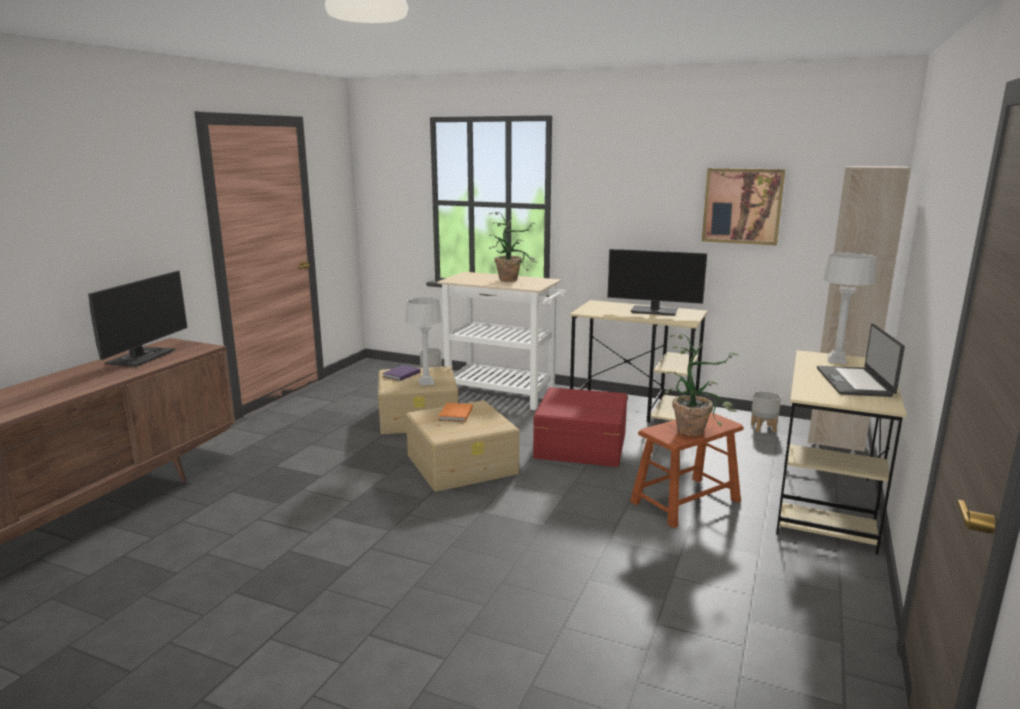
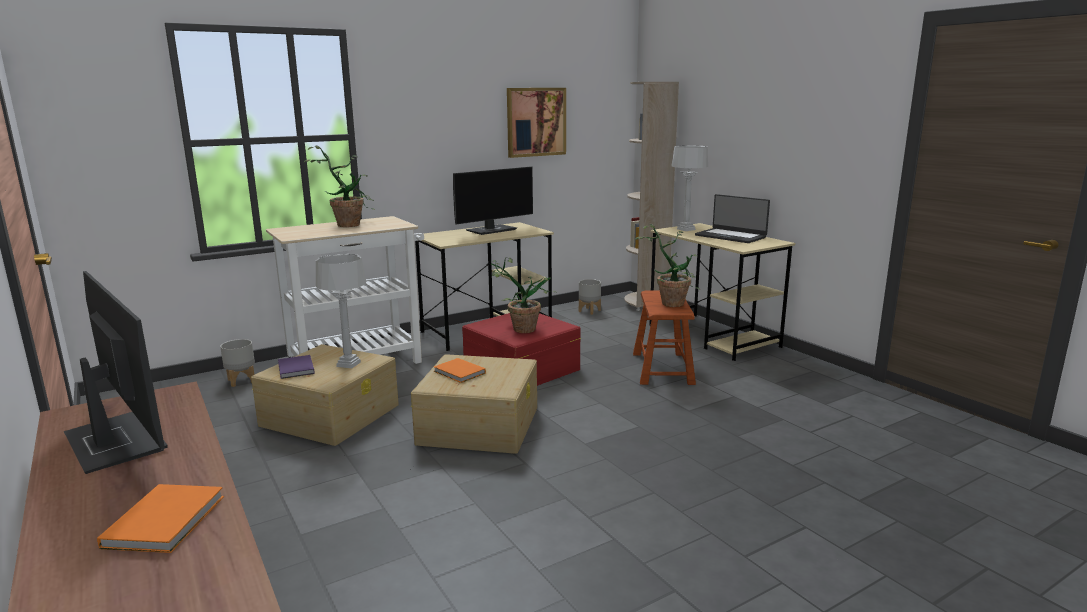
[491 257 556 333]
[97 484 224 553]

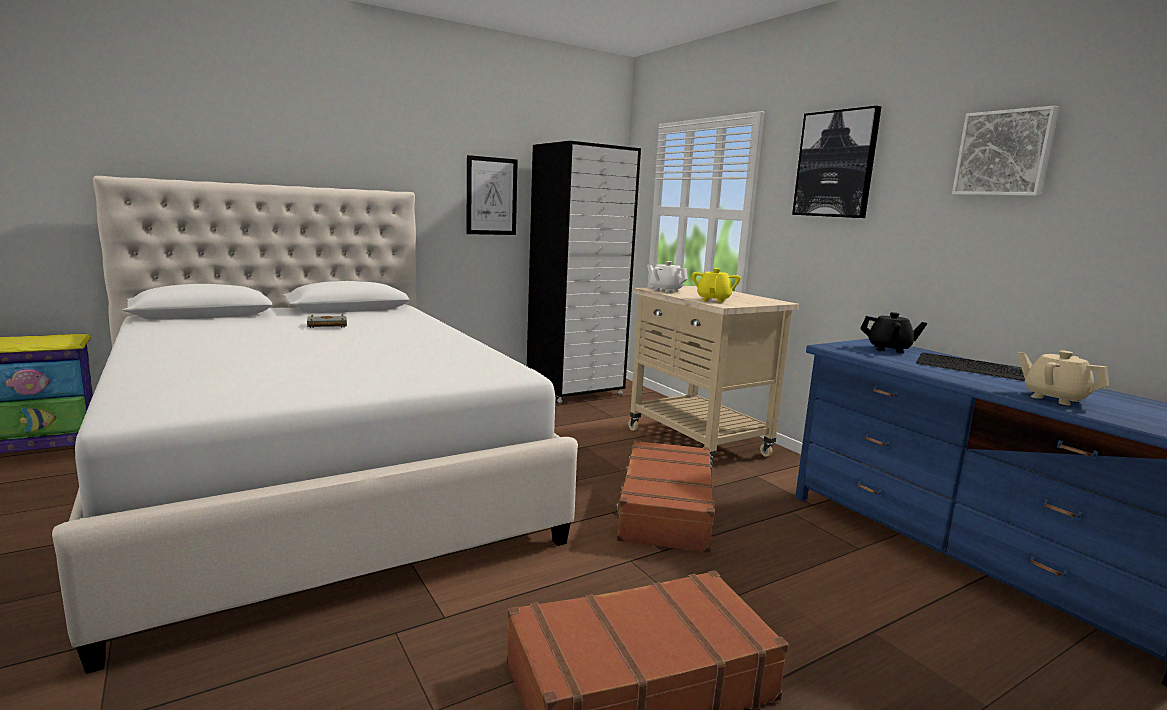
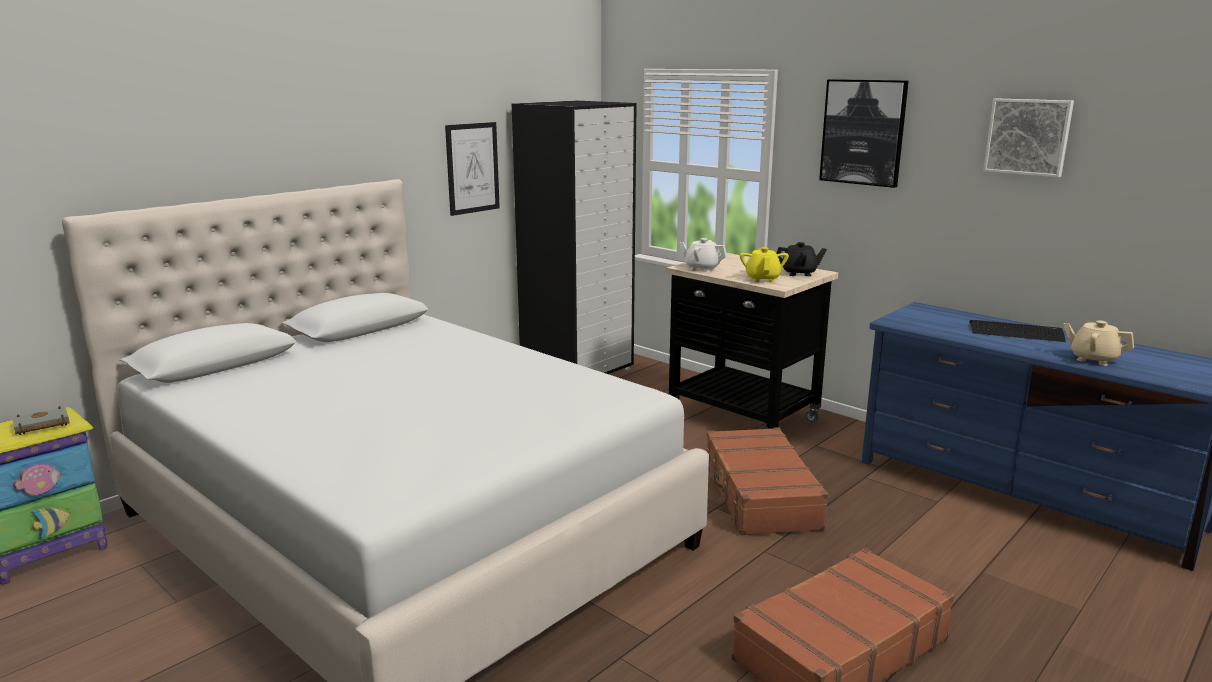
[666 253 838 429]
[776 242 827 276]
[13 406 70 435]

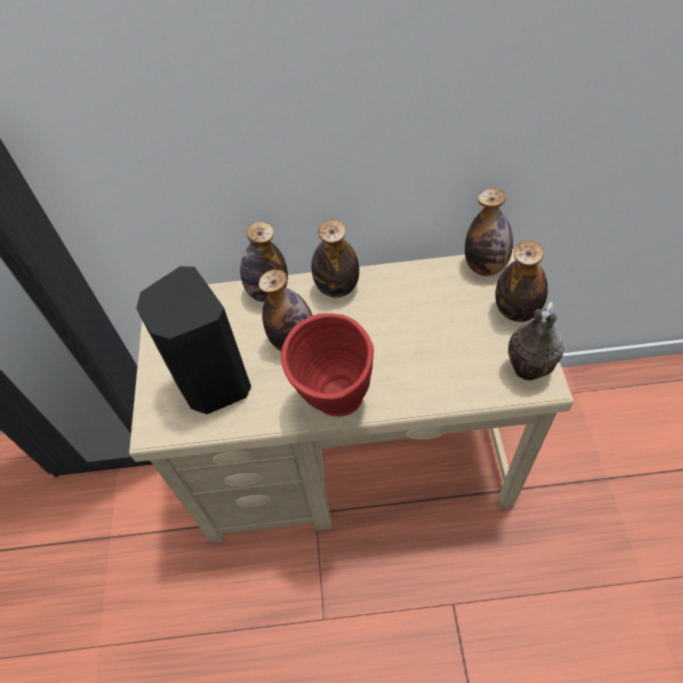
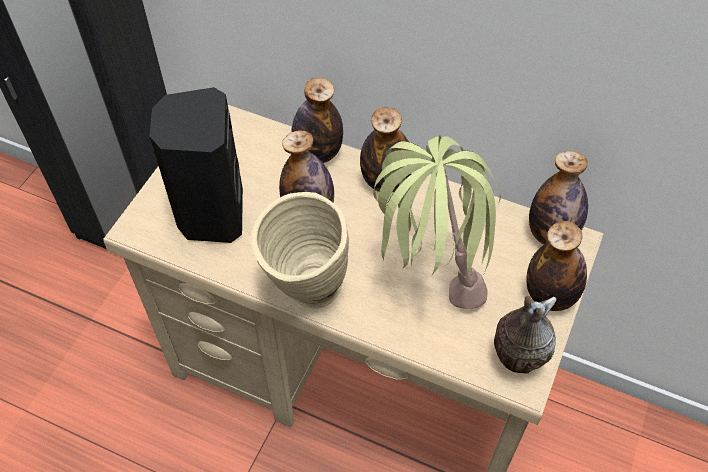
[251 192 349 308]
[373 135 501 309]

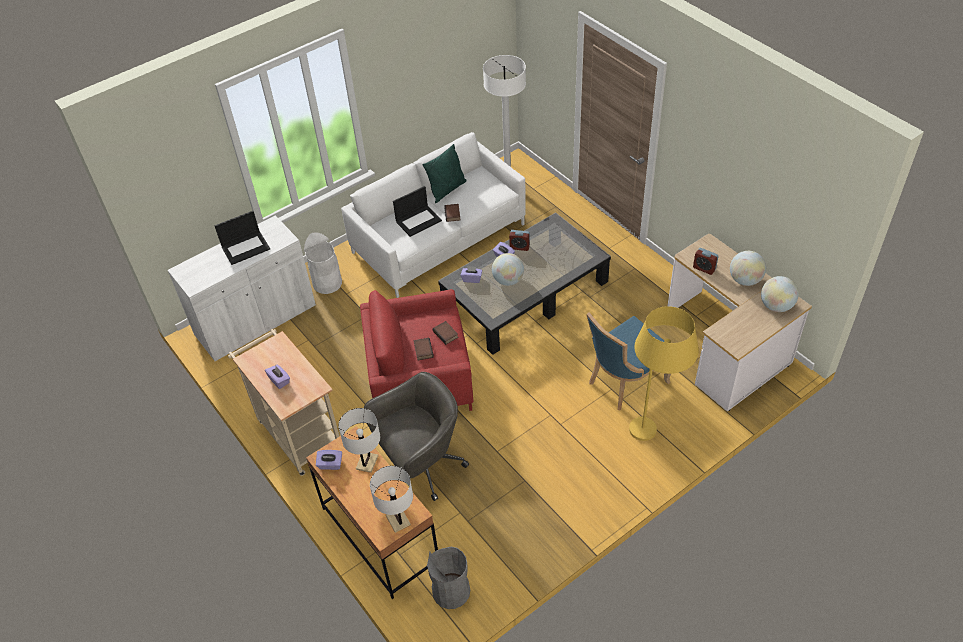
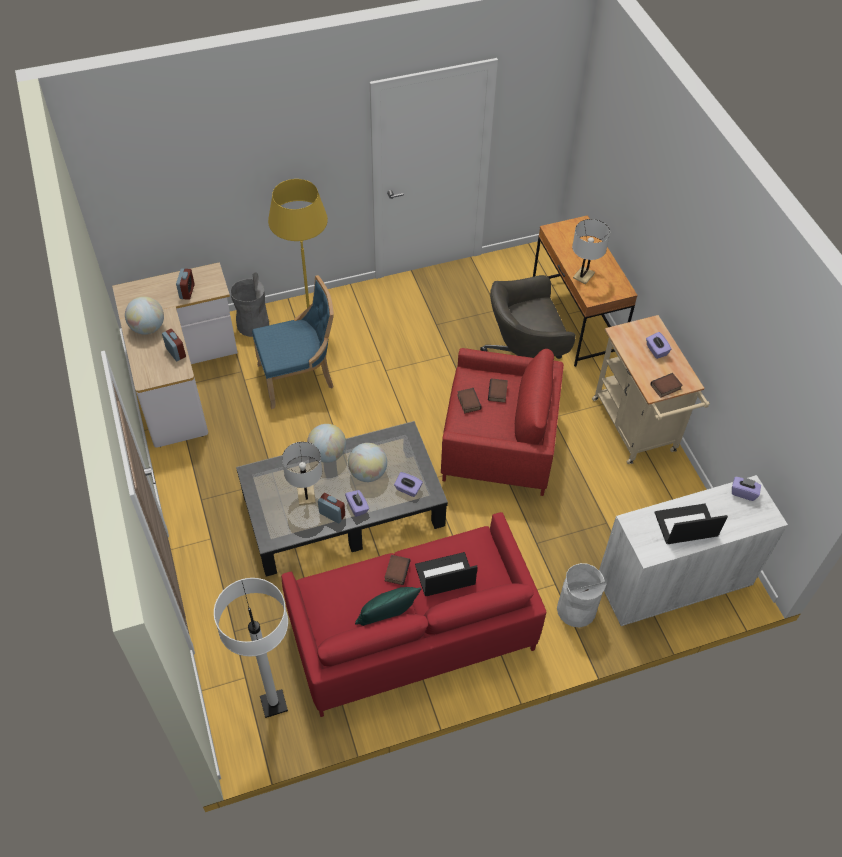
[281 512 547 717]
[307 424 346 463]
[732 477 761 501]
[282 442 322 505]
[230 273 269 337]
[176 268 195 300]
[651 373 683 398]

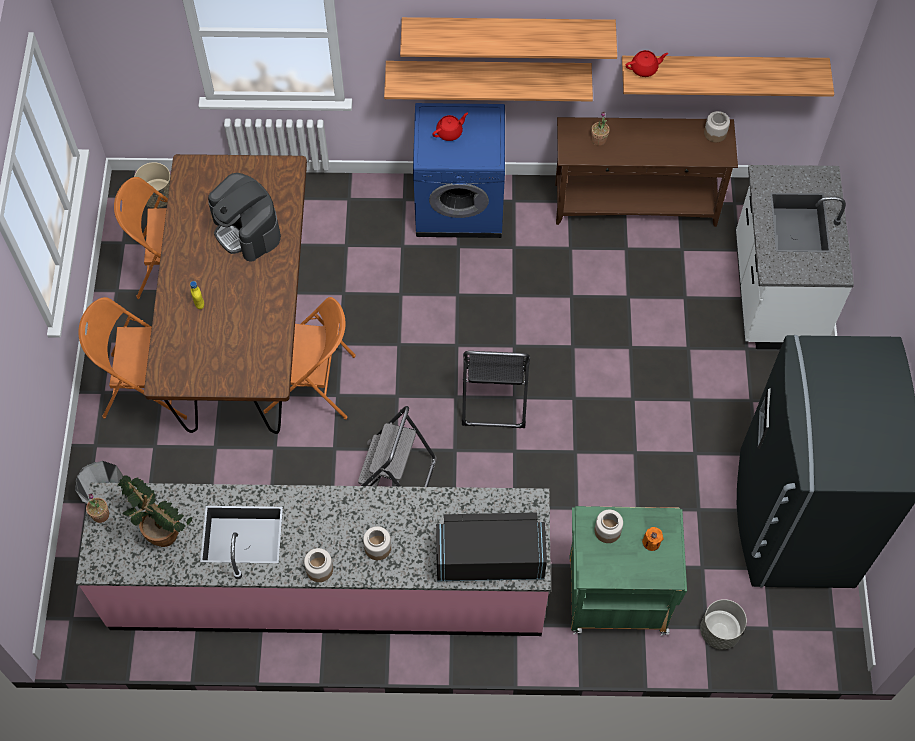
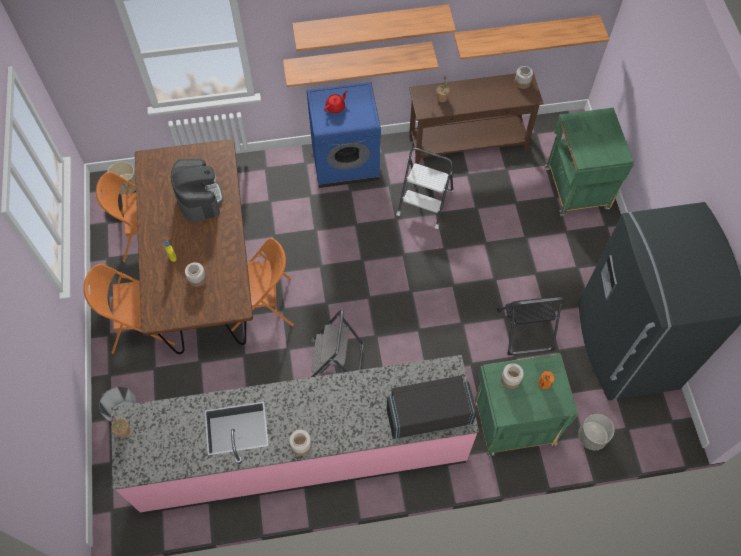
[626 50 668 77] (first image)
[545 108 634 216]
[171 159 223 222]
[497 297 564 356]
[118 475 192 547] (first image)
[185 262 207 287]
[396 148 454 229]

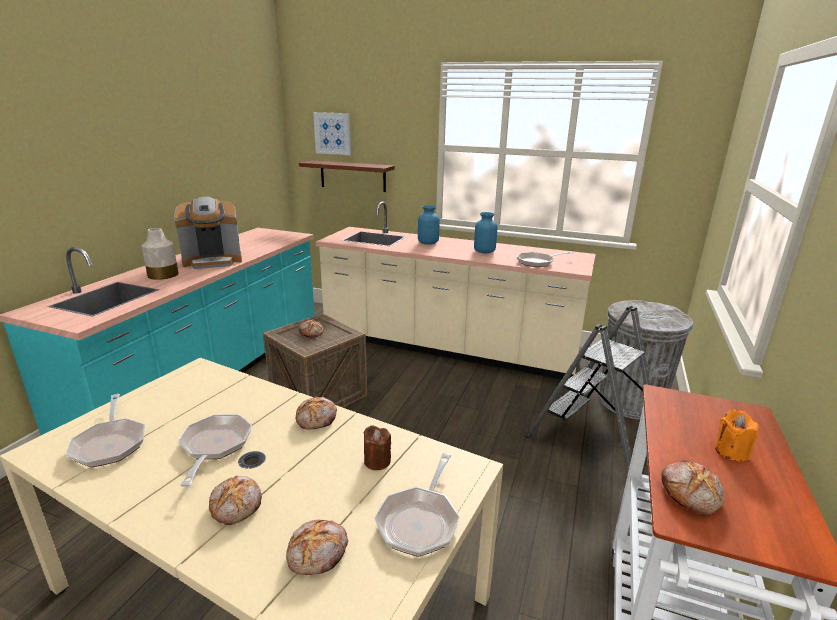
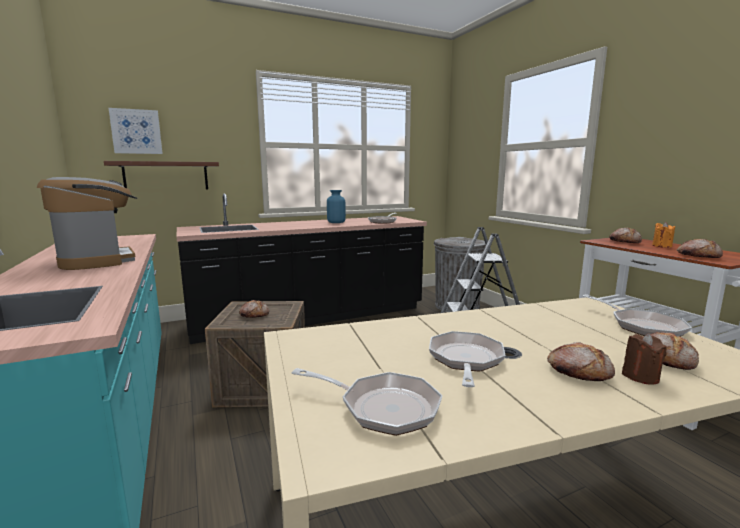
[37 177 137 270]
[176 193 427 344]
[418 205 440 245] (first image)
[142 228 179 280] (first image)
[609 227 642 243]
[429 331 505 387]
[622 334 667 385]

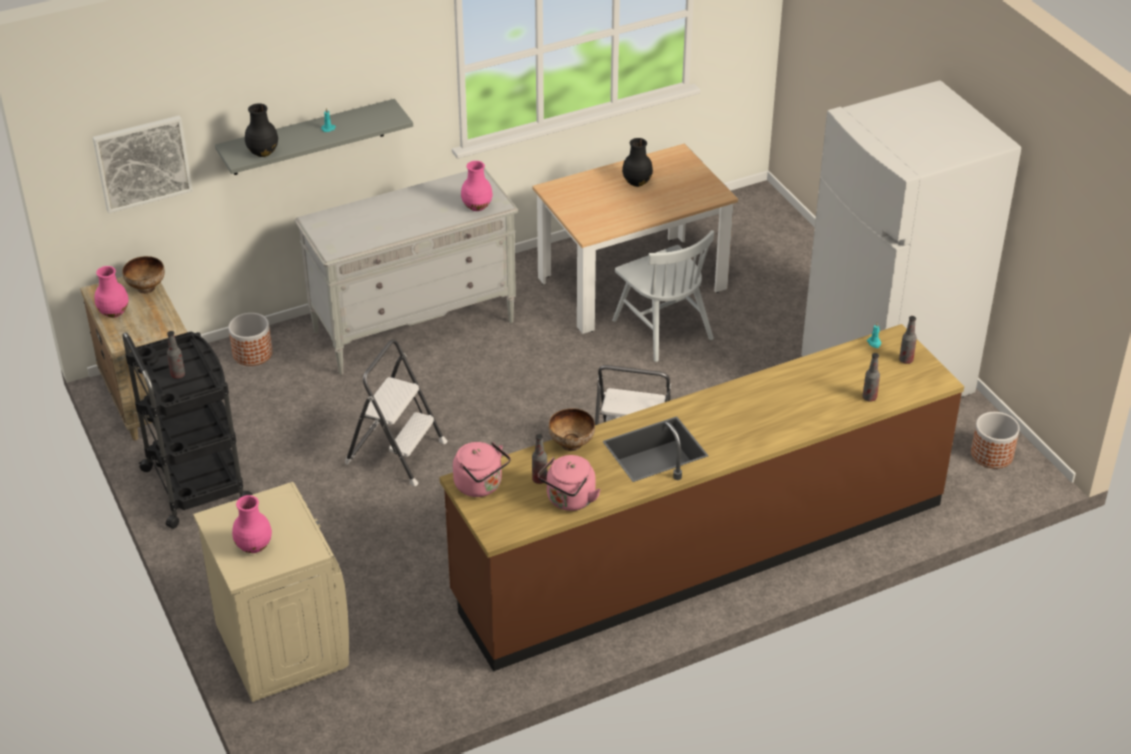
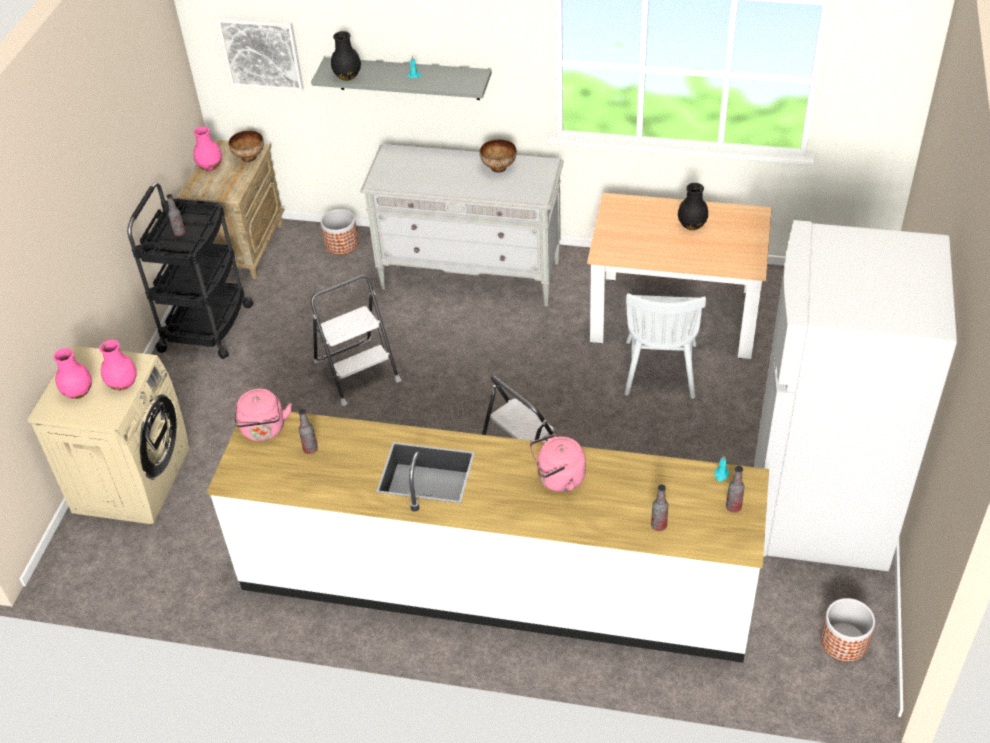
[100 340 137 390]
[207 412 769 663]
[480 139 517 173]
[530 434 586 492]

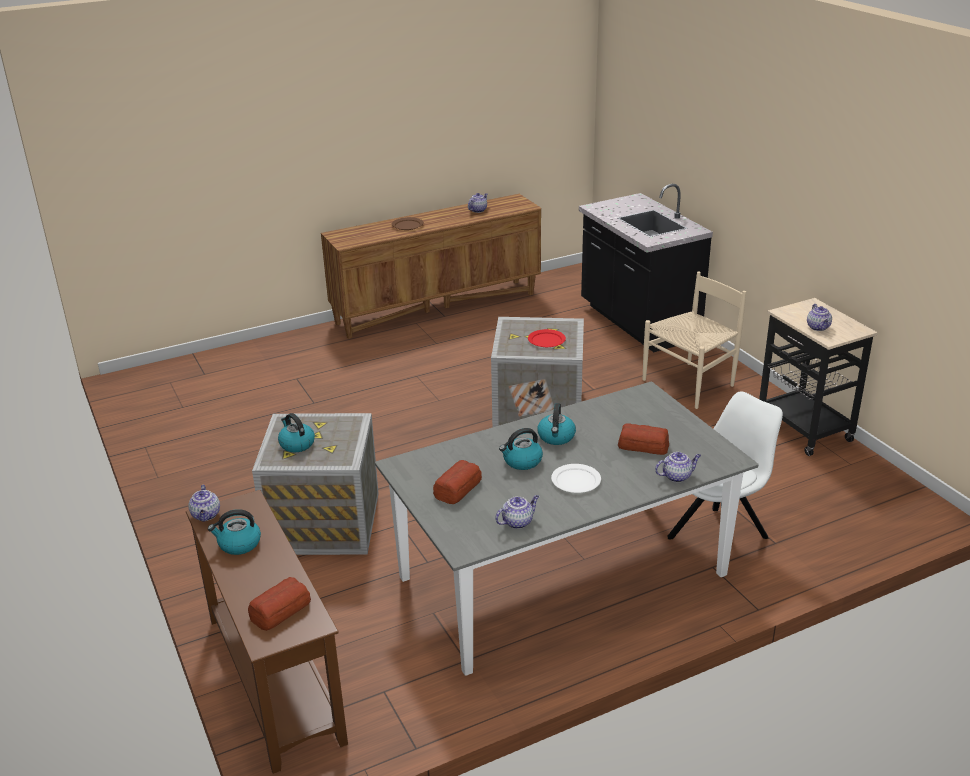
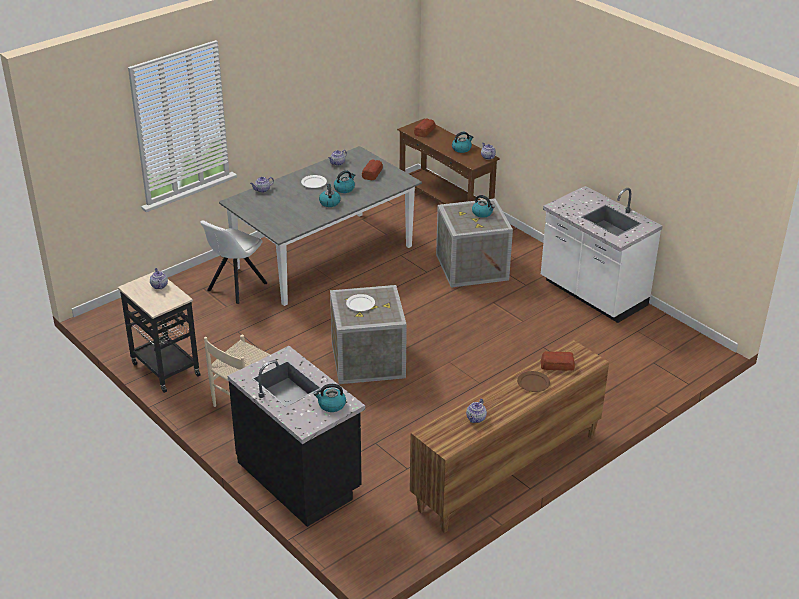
[346 294 375 311]
[540 351 575 371]
[541 186 662 323]
[314 384 346 412]

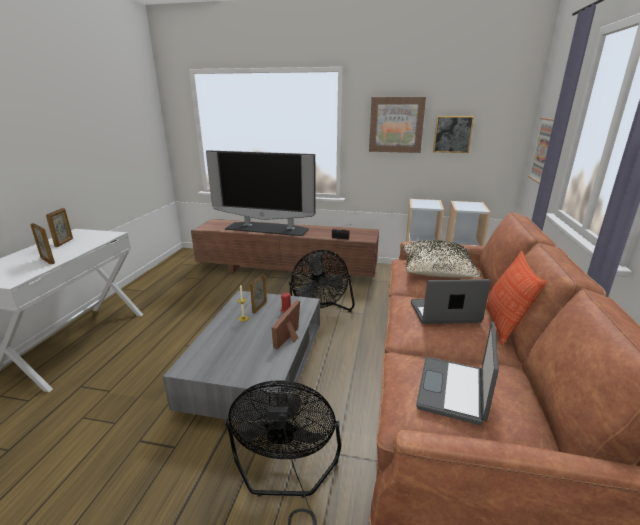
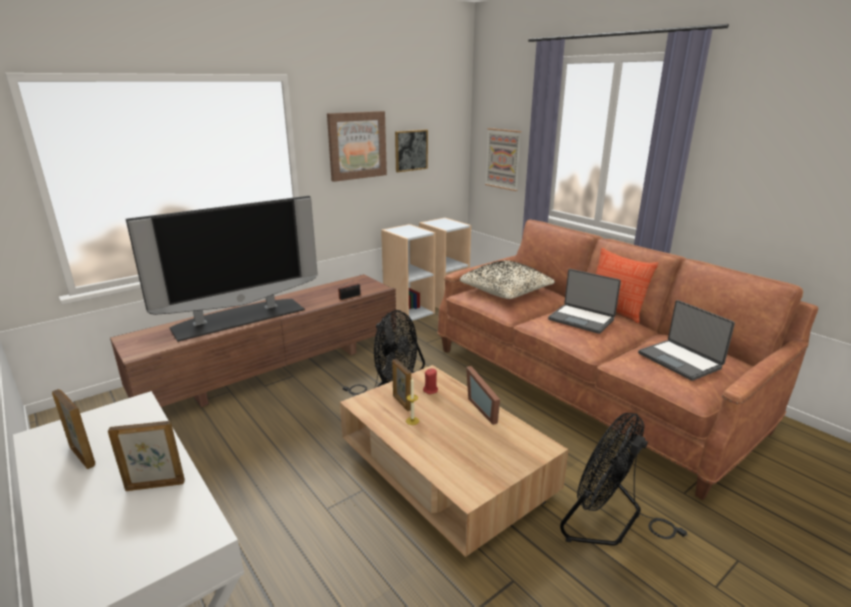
[548 269 621 334]
[340 365 568 557]

